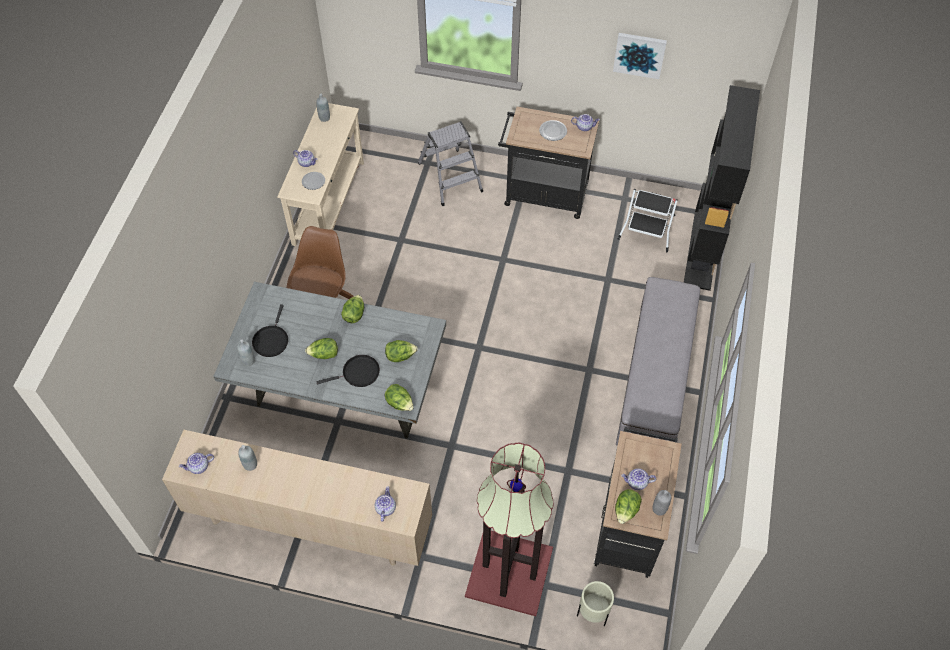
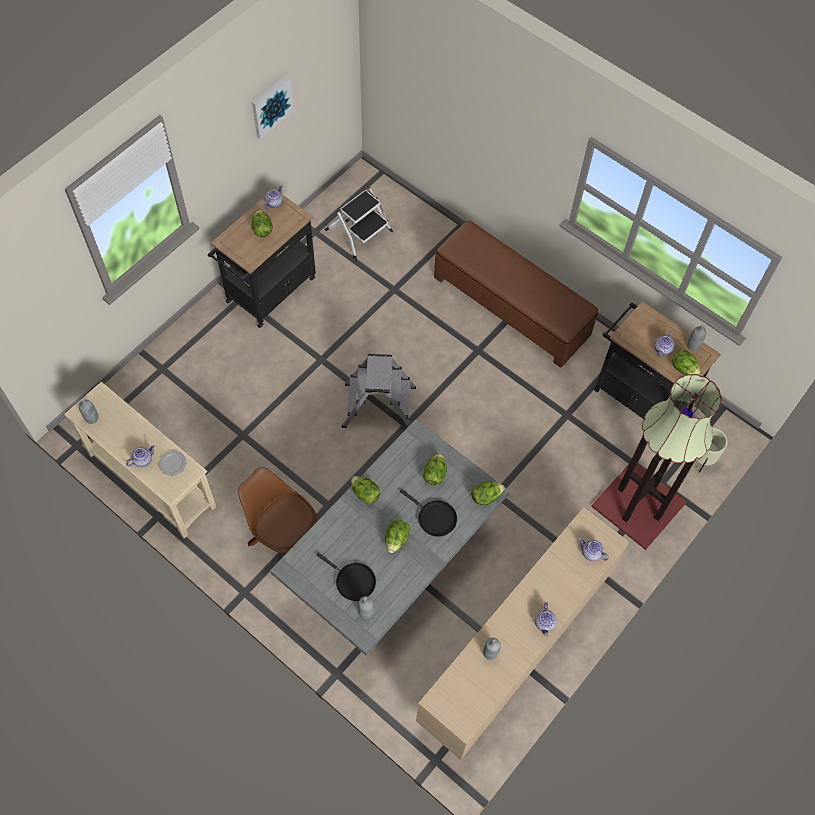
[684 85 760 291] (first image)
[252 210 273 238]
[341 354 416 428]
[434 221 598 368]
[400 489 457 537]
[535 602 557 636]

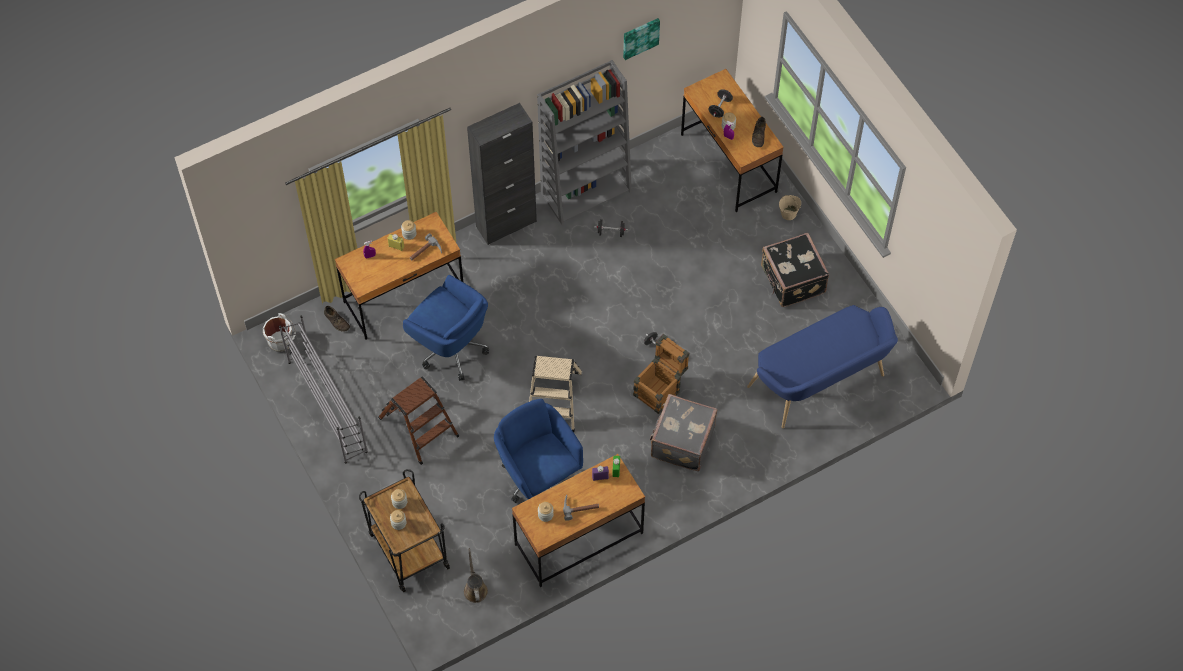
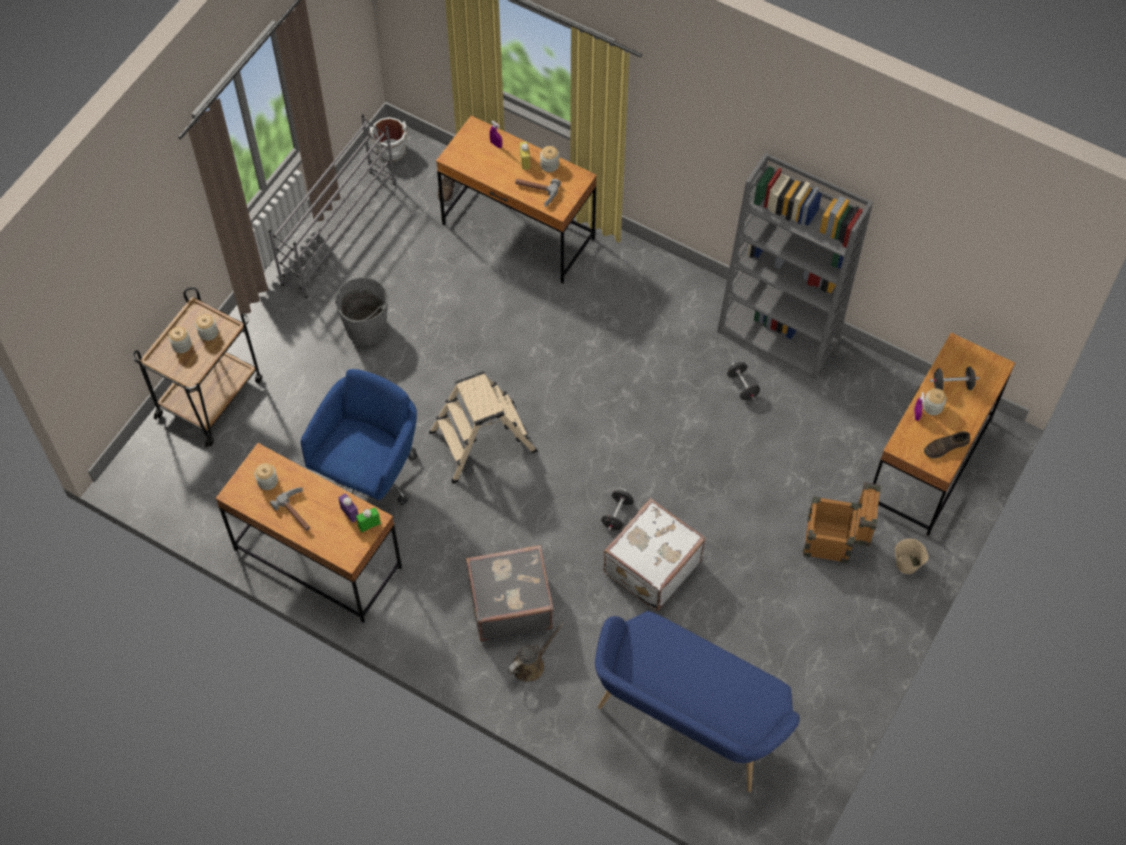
[623 18 660 60] (first image)
[467 103 537 245] (first image)
[761 232 829 307] (first image)
[403 275 489 381] (first image)
[803 482 881 563]
[335 277 388 345]
[507 623 564 682]
[604 498 706 611]

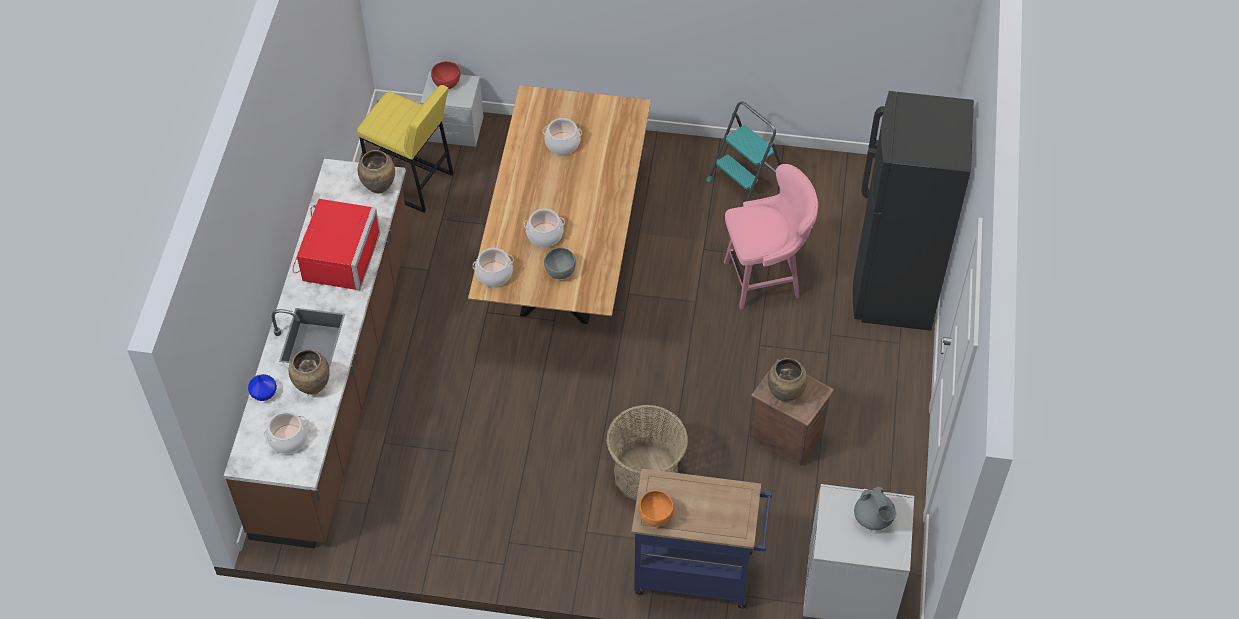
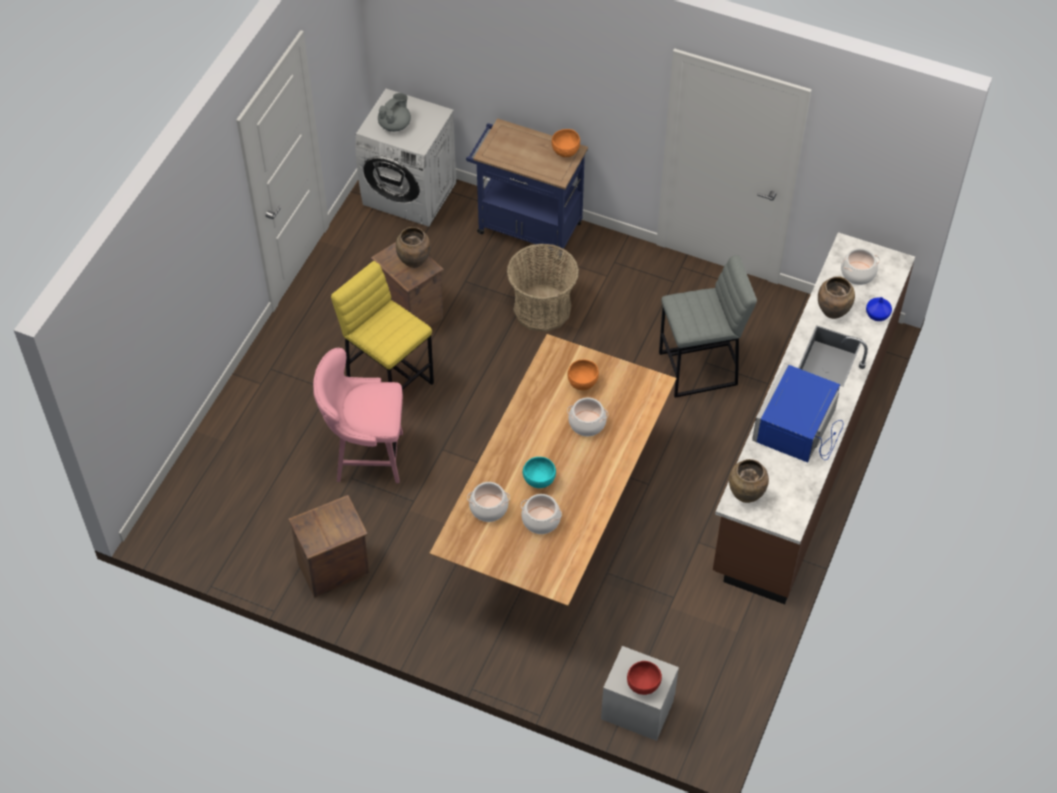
[331 261 434 390]
[853 91 974 331] (first image)
[288 495 369 597]
[752 363 843 463]
[568 360 599 391]
[467 482 510 522]
[378 93 411 132]
[659 255 757 398]
[523 457 556 488]

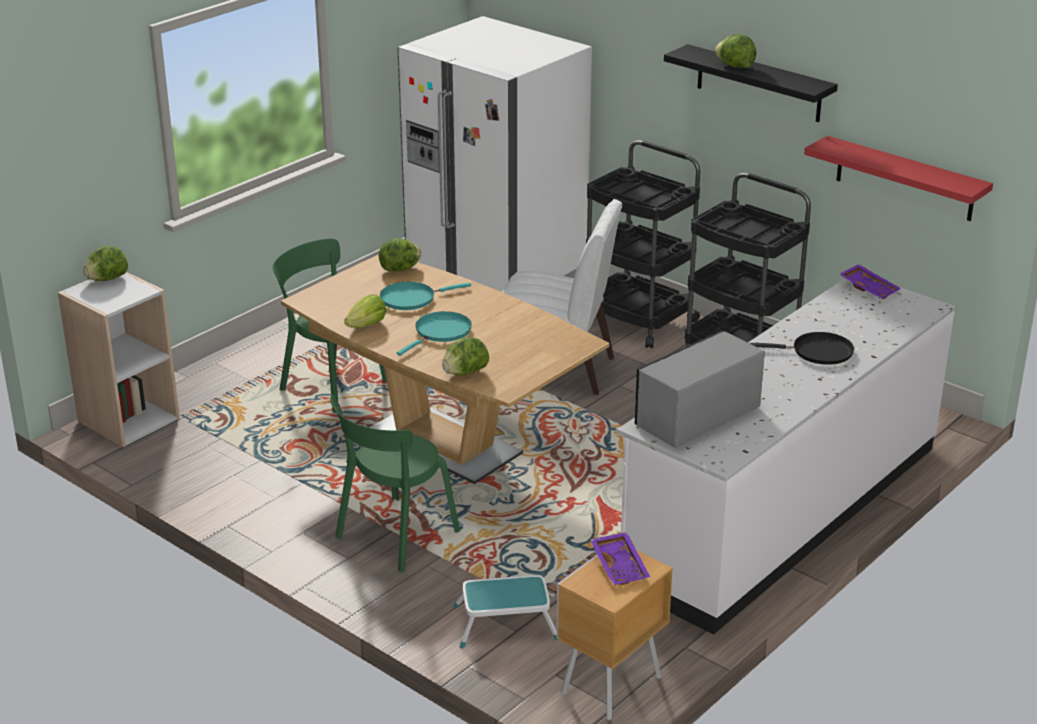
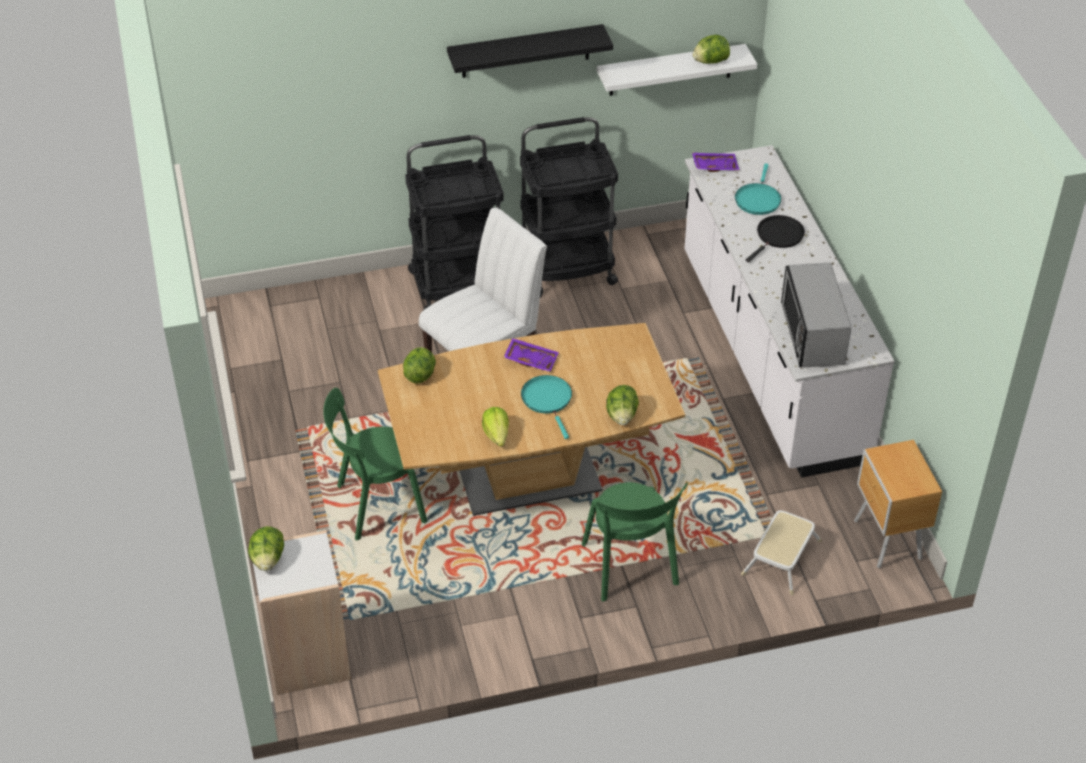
[397 16 592 292] (first image)
[693 35 730 64]
[597 44 757 96]
[735 163 781 215]
[504 338 559 372]
[741 510 822 595]

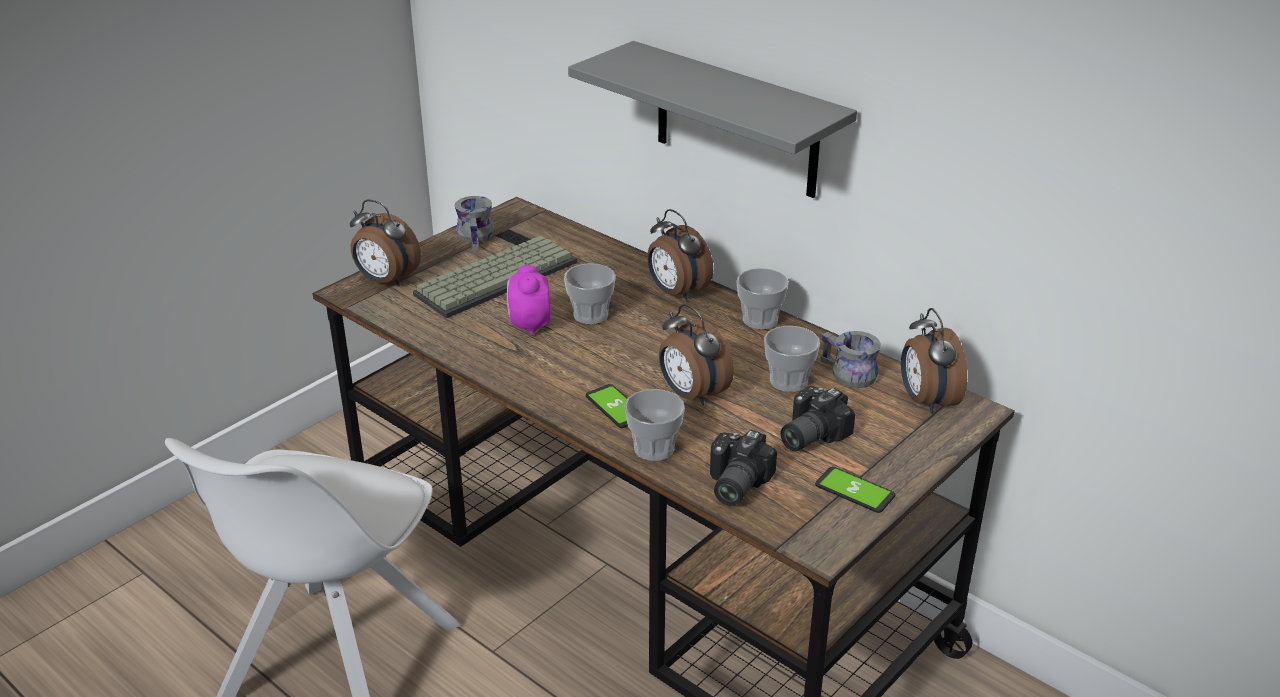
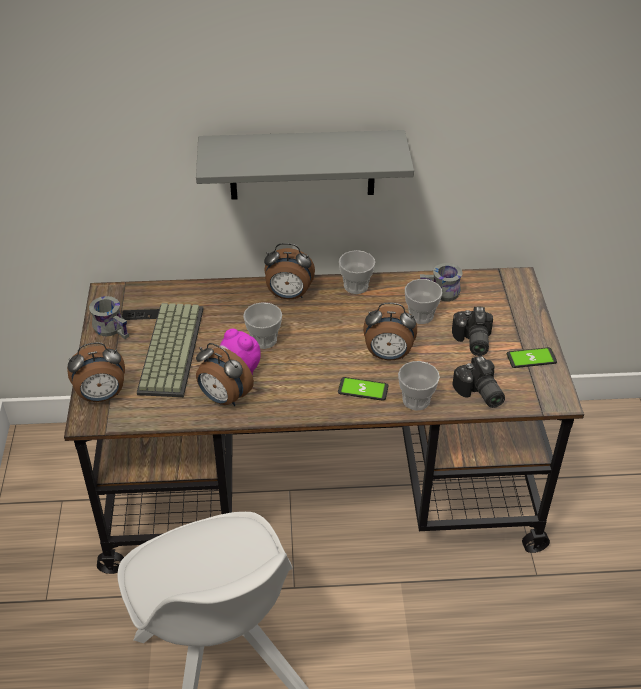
[196 343 254 406]

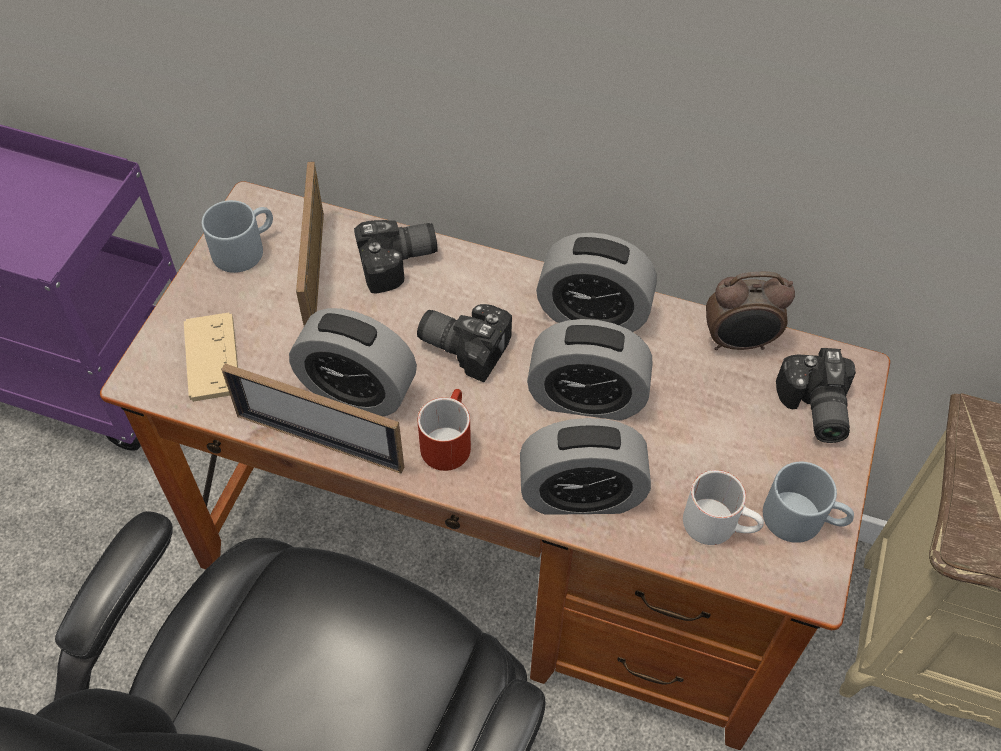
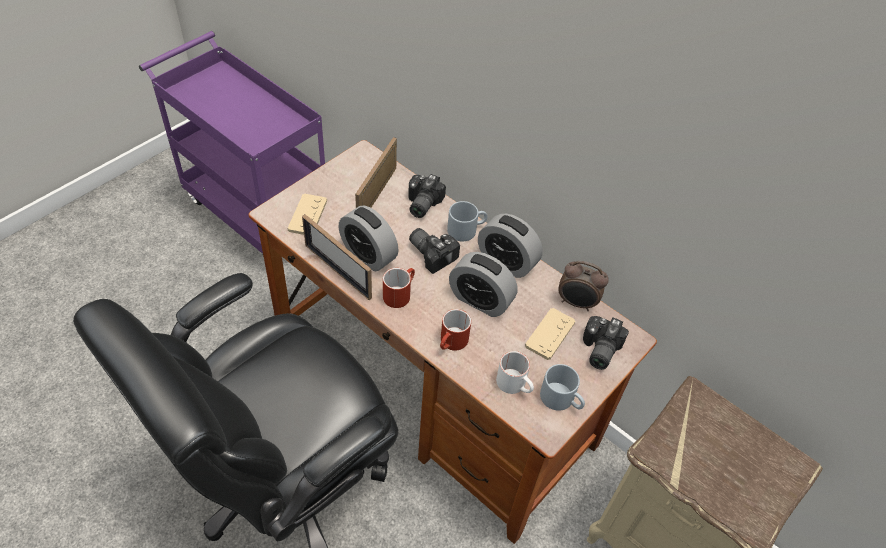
[447 201 487 242]
[408 174 446 218]
[440 309 471 351]
[525 308 575 360]

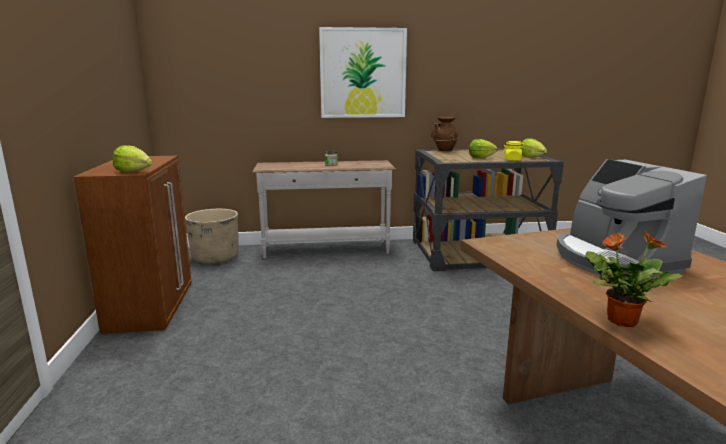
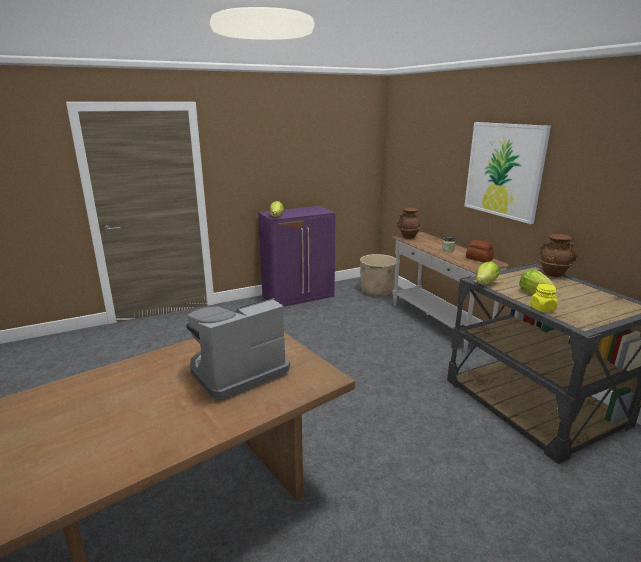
[476 261 500 285]
[258 206 335 307]
[585 231 683 327] (first image)
[397 207 420 239]
[466 240 494 263]

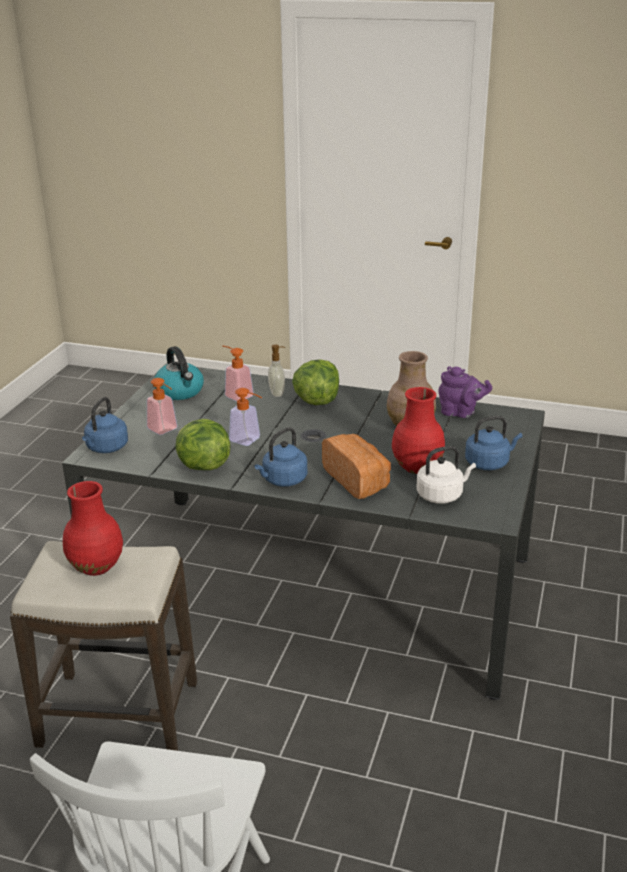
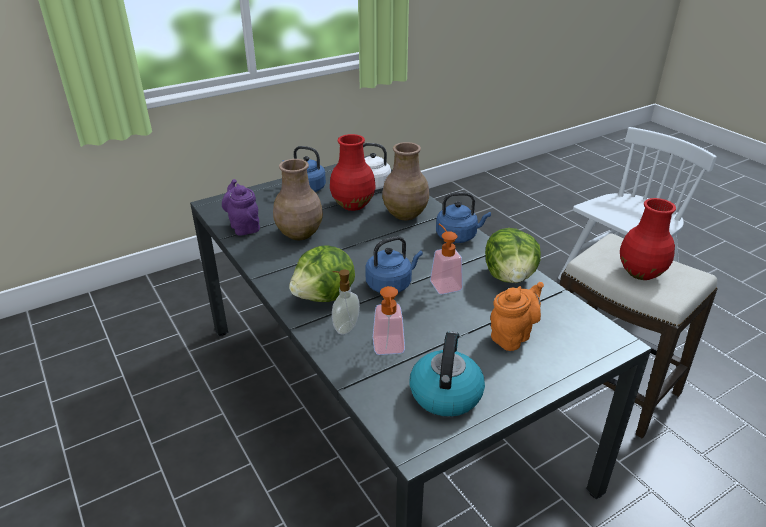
[491 282 544 351]
[365 236 423 293]
[382 142 429 220]

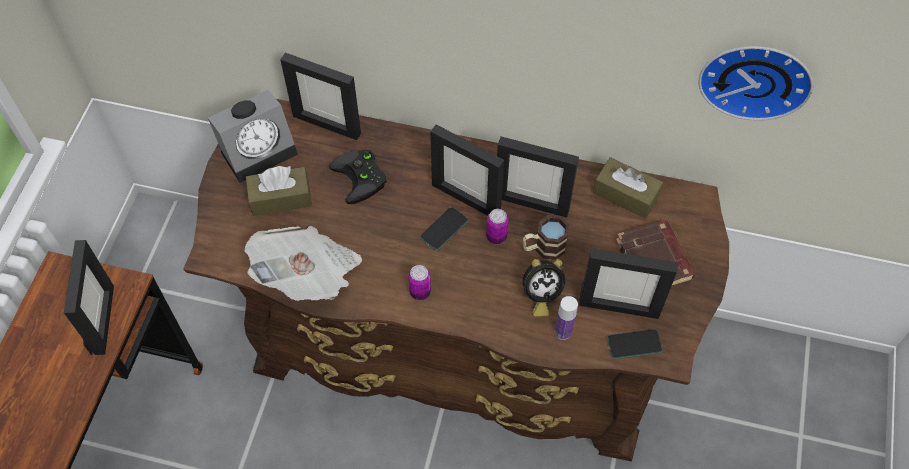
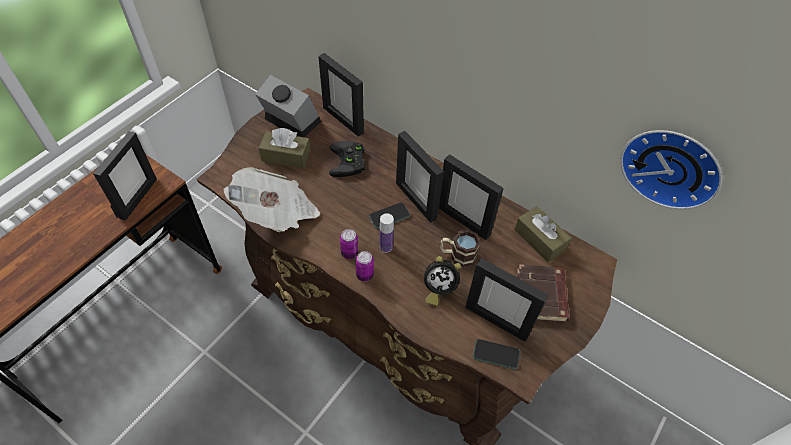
[255 75 321 137]
[355 251 374 282]
[379 213 394 253]

